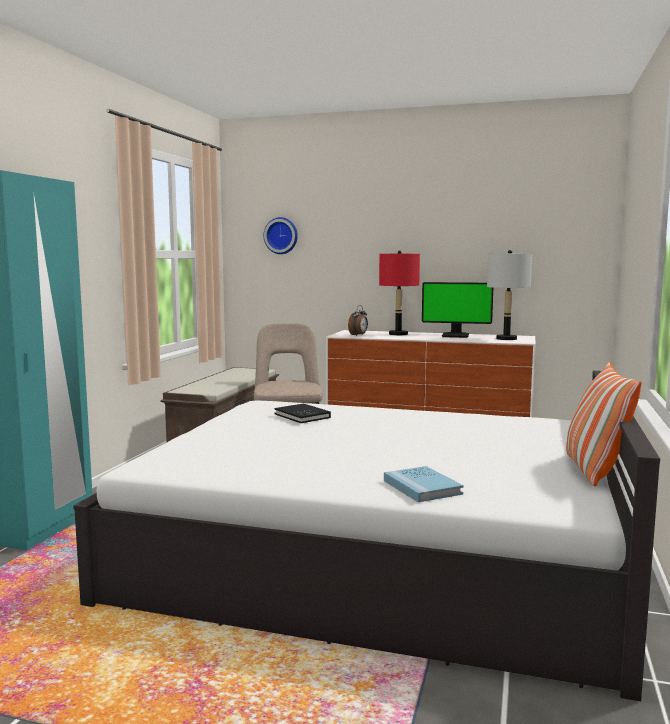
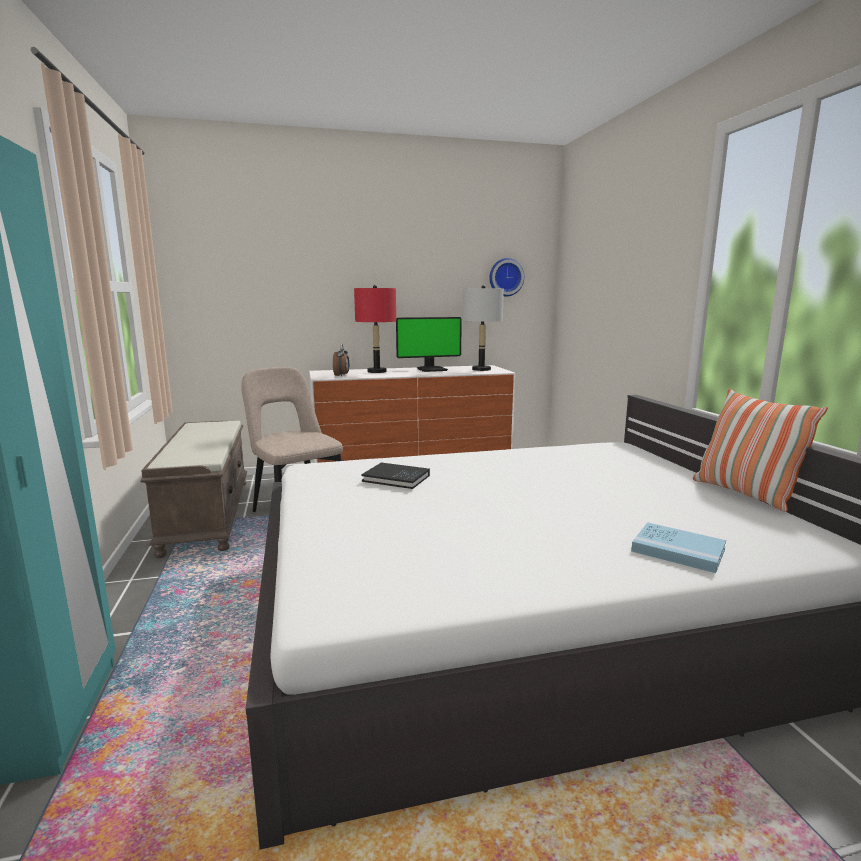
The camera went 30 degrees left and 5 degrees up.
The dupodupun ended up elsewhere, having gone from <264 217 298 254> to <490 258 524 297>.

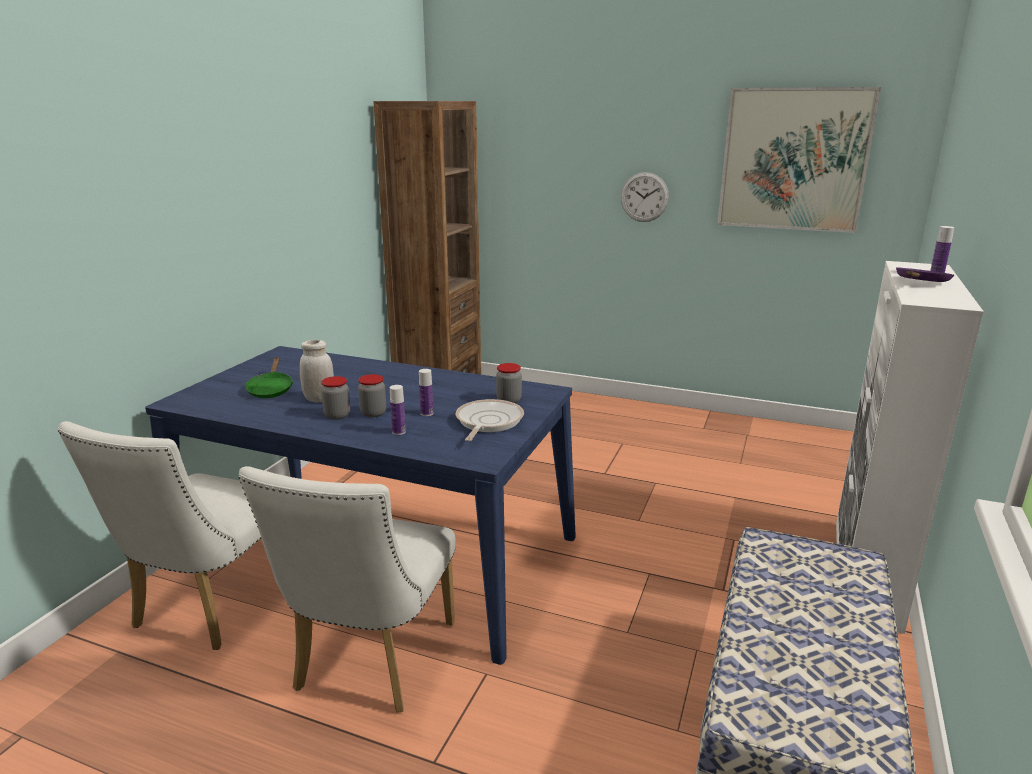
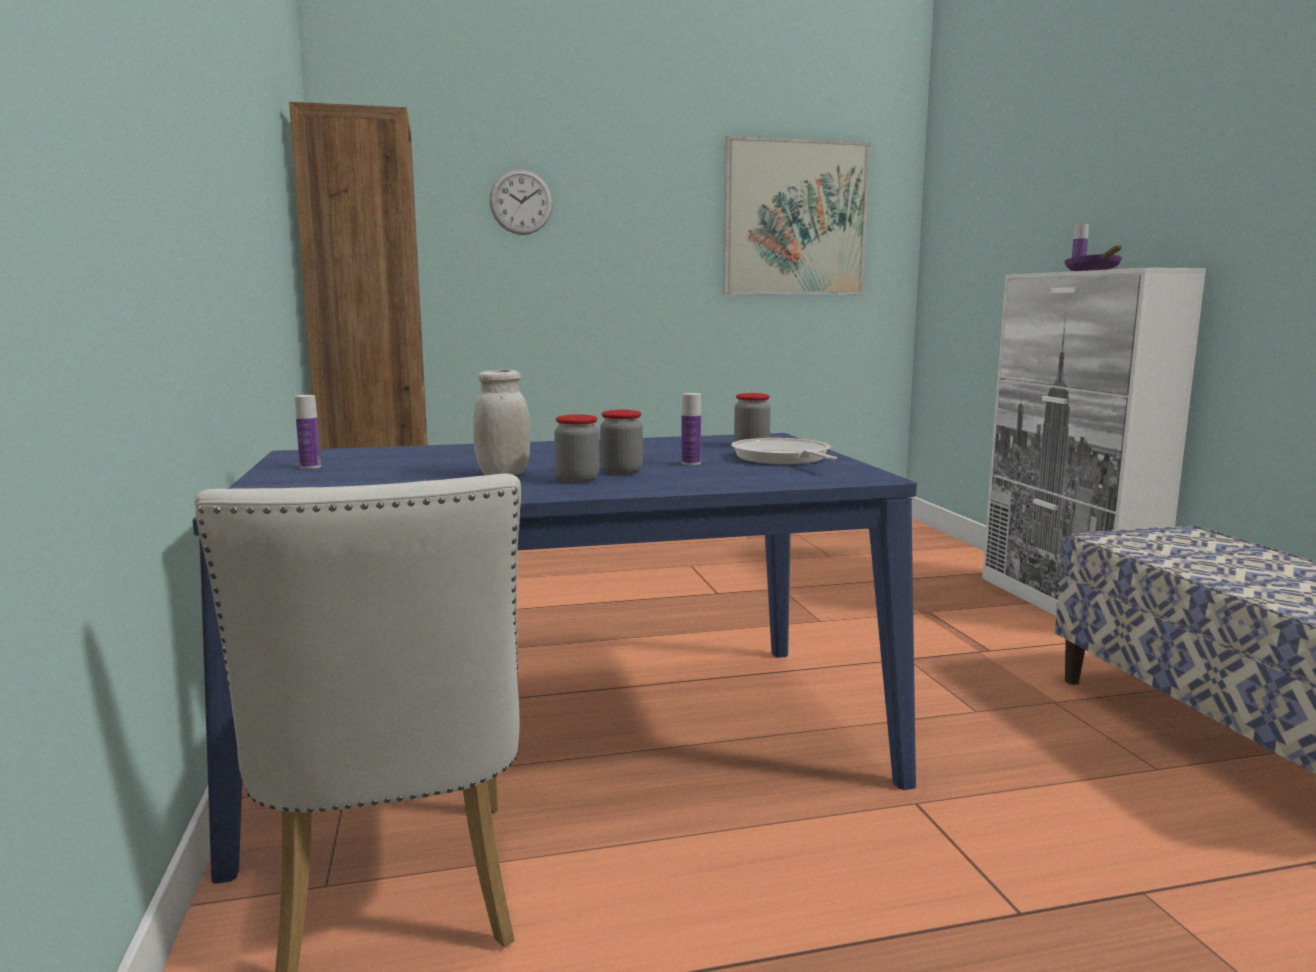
The camera went 35 degrees left and 10 degrees down.
The dupodupun ended up elsewhere, having gone from <621 172 669 222> to <489 169 553 235>.
The second view lost the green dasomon at <245 357 293 398>.
The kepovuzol ended up elsewhere, having gone from <390 385 406 435> to <295 395 321 469>.
The second view lost the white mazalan at <239 466 455 713>.

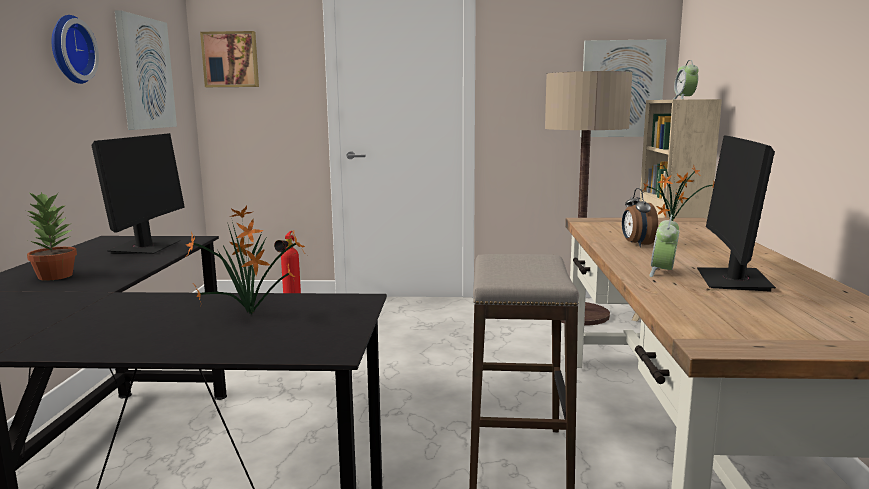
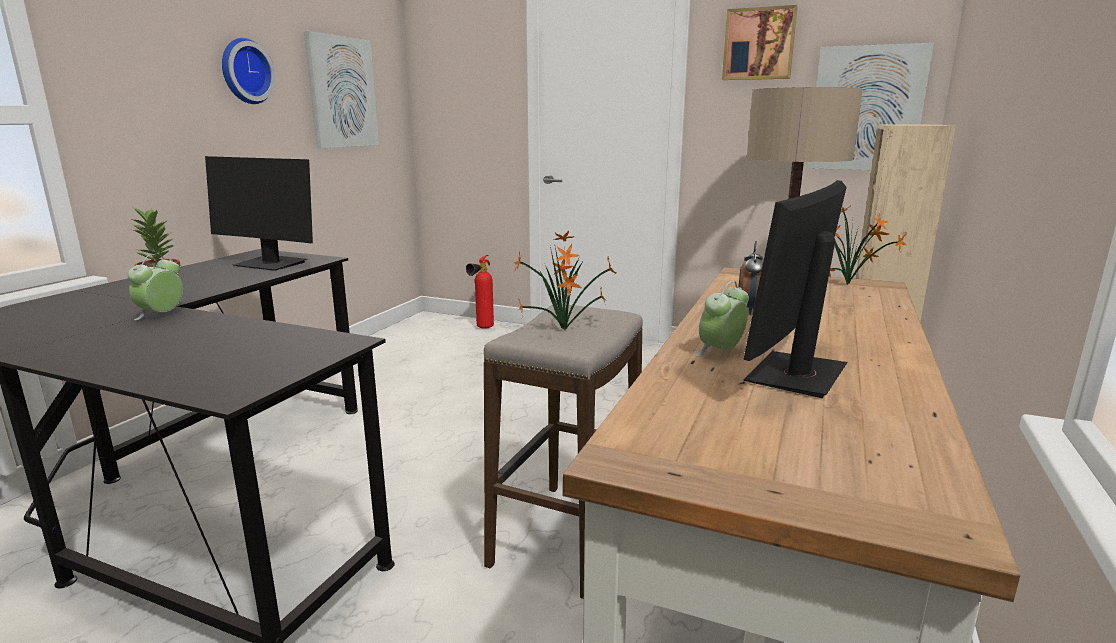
The camera went 20 degrees right and 5 degrees up.
The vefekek ended up elsewhere, having gone from <200 31 259 87> to <722 5 798 80>.
The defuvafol ended up elsewhere, having gone from <674 60 699 99> to <128 254 183 320>.
The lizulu at <91 133 185 254> ended up facing another way, 90 degrees clockwise from before.
The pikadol ended up elsewhere, having gone from <186 206 307 314> to <513 231 617 330>.

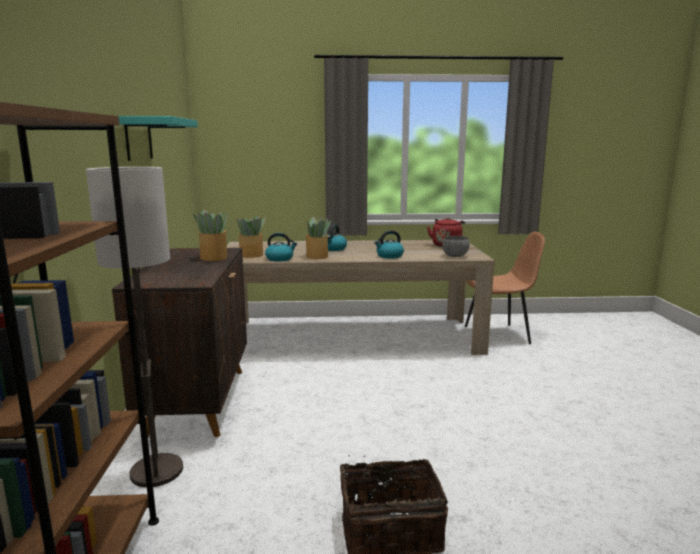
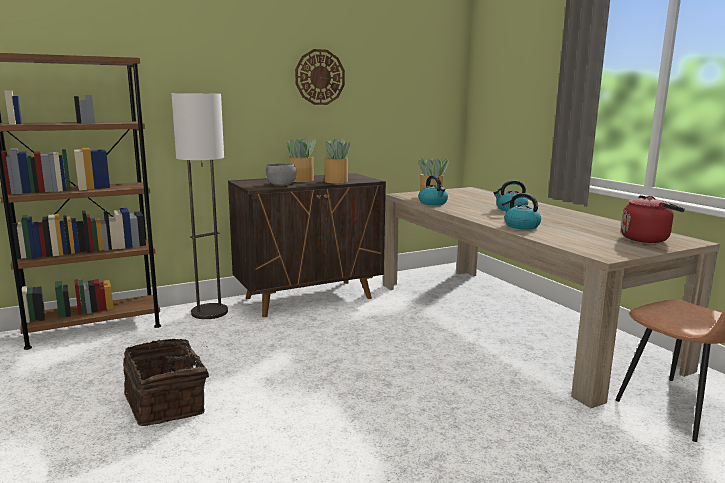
The camera went 65 degrees right and 0 degrees up.
Where the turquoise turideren hung at <119 116 198 161>, the dupodupun came to hang at <295 49 345 105>.
The pikadol ended up elsewhere, having gone from <306 217 331 259> to <287 138 316 182>.
The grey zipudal ended up elsewhere, having gone from <442 236 470 257> to <266 163 296 186>.

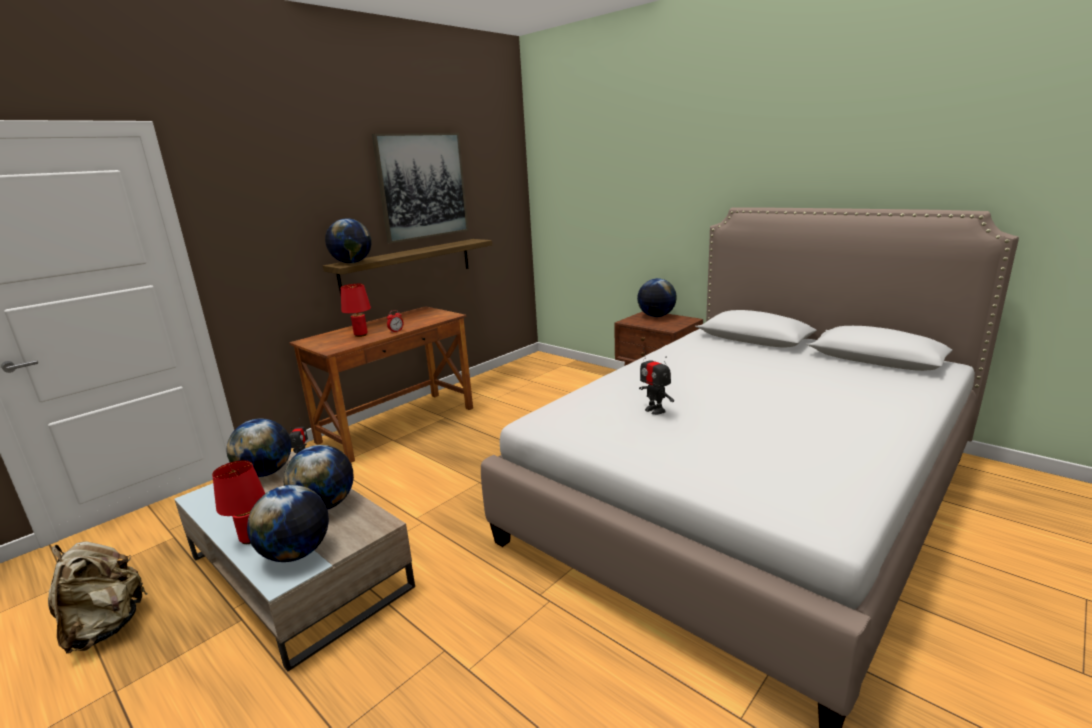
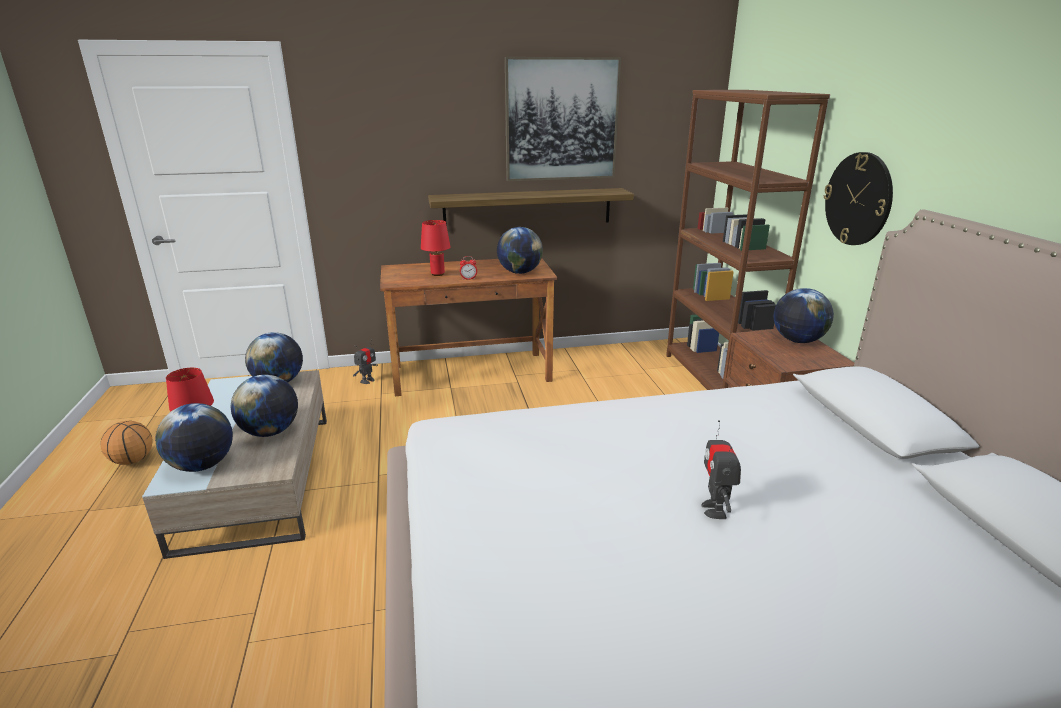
The camera went 35 degrees right and 5 degrees up.
The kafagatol ended up elsewhere, having gone from <325 219 372 263> to <497 227 543 274>.
The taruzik ended up elsewhere, having gone from <639 348 674 415> to <701 420 741 519>.
Where the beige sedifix stood at <48 542 148 654>, the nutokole came to stand at <100 421 153 465>.
The second view gained the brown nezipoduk at <666 90 830 390>.
The second view gained the dupodupun at <824 152 893 245>.

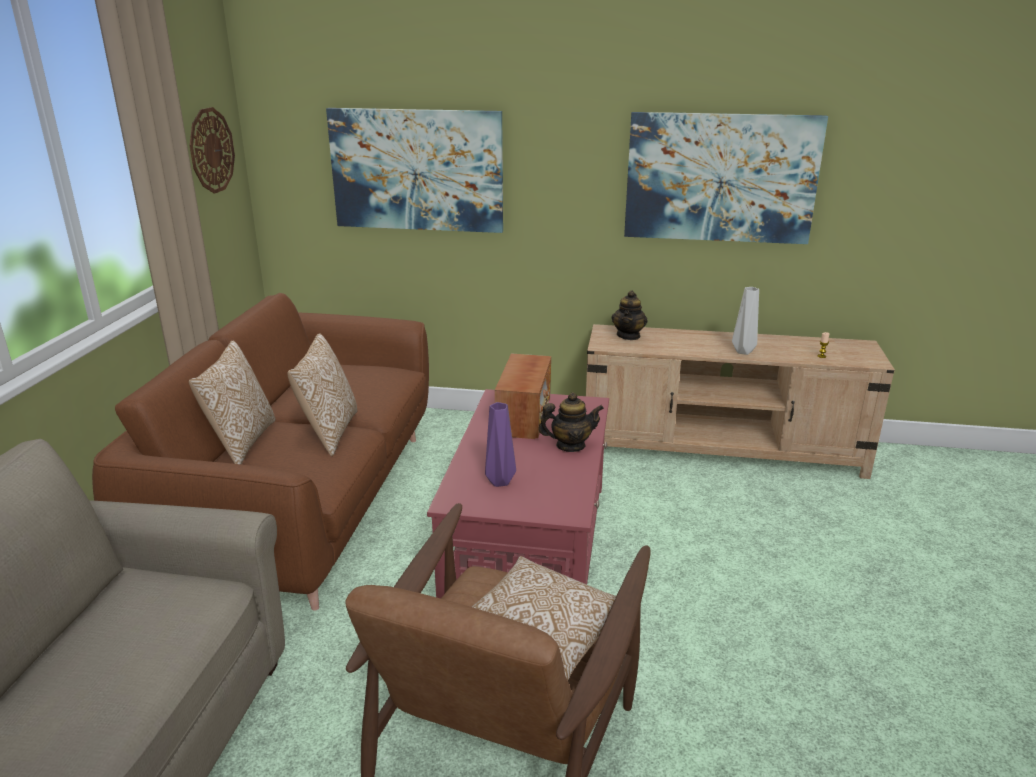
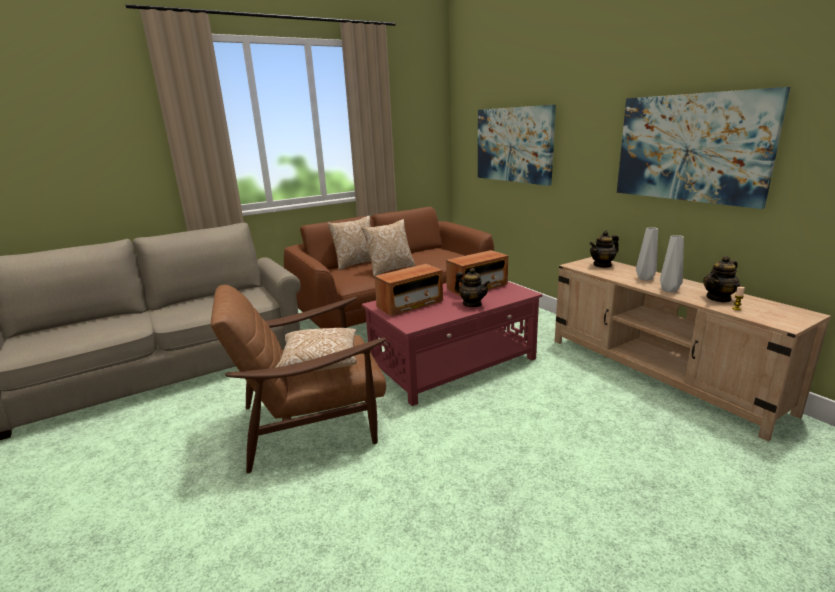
The camera went 50 degrees right and 5 degrees down.
The second view lost the dupodupun at <190 107 235 194>.
Where the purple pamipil stood at <485 402 516 487>, the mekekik came to stand at <374 264 443 316>.
The second view gained the grey pamipil at <636 227 658 281>.
The second view gained the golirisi at <703 256 740 303>.

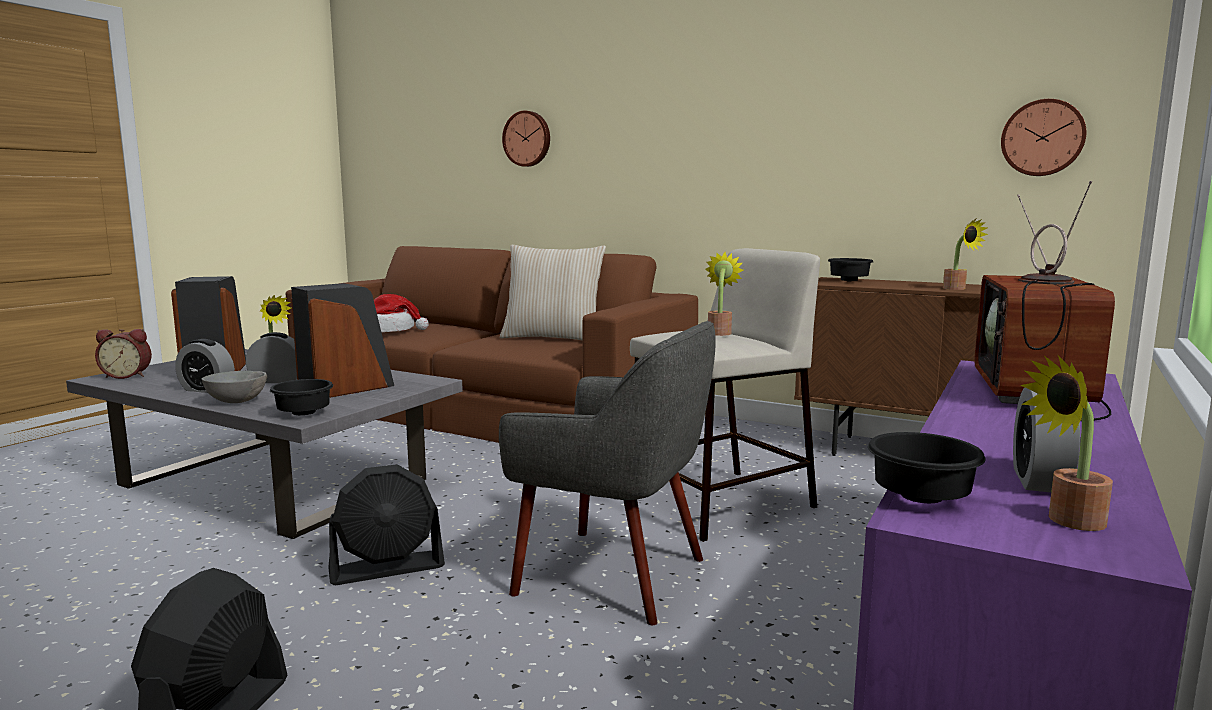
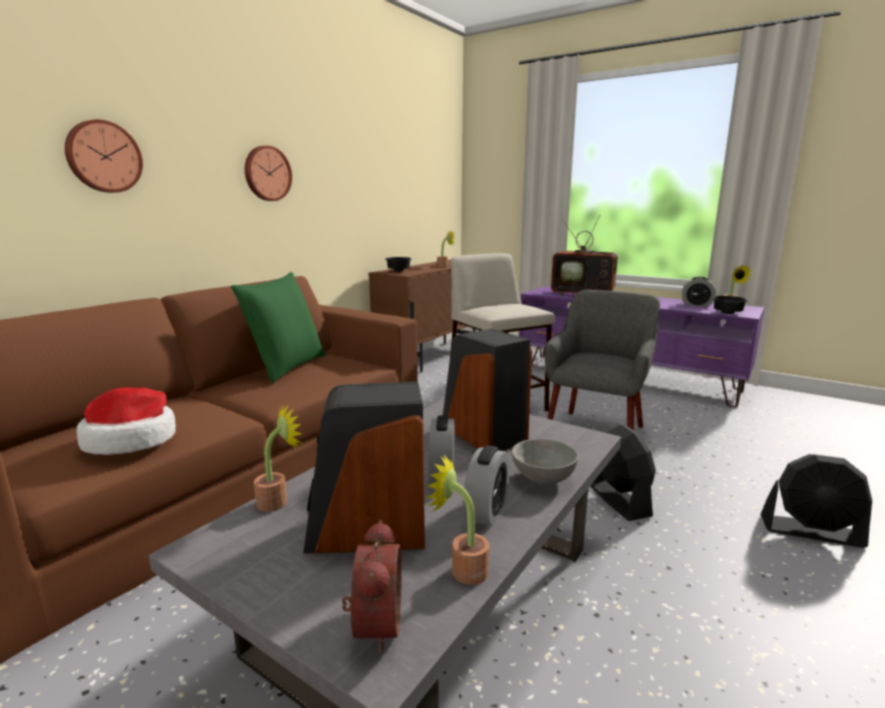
The camera went 85 degrees left and 5 degrees up.
The dupodupun ended up elsewhere, having gone from <1001 99 1086 176> to <245 145 292 201>.
What was the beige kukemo at <500 245 606 341> turned into the green kukemo at <231 272 326 383>.
The pikadol ended up elsewhere, having gone from <705 252 744 336> to <426 454 489 585>.
The second view lost the black zipudal at <270 379 333 415>.

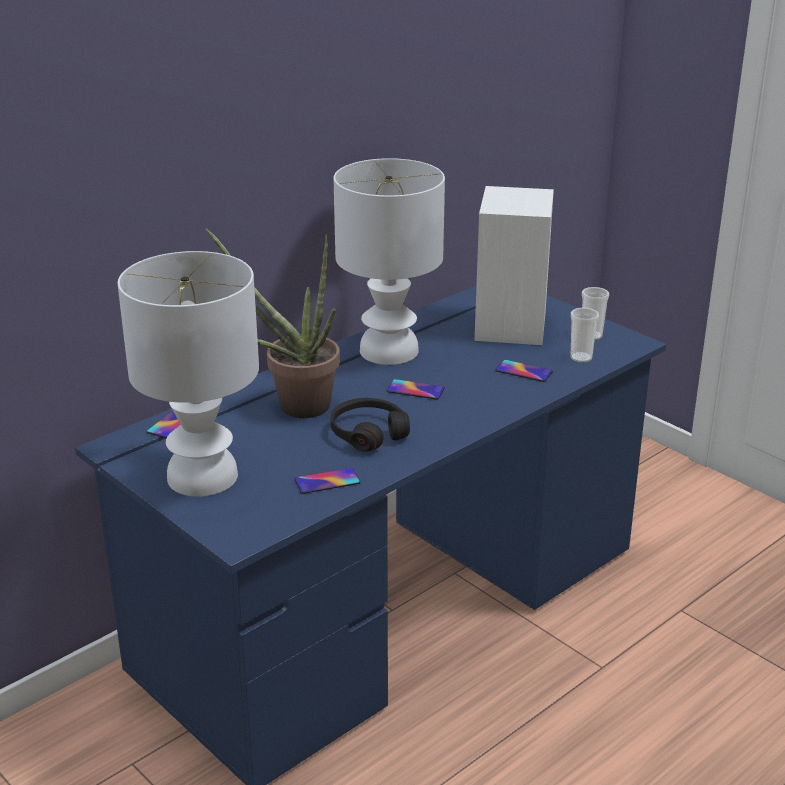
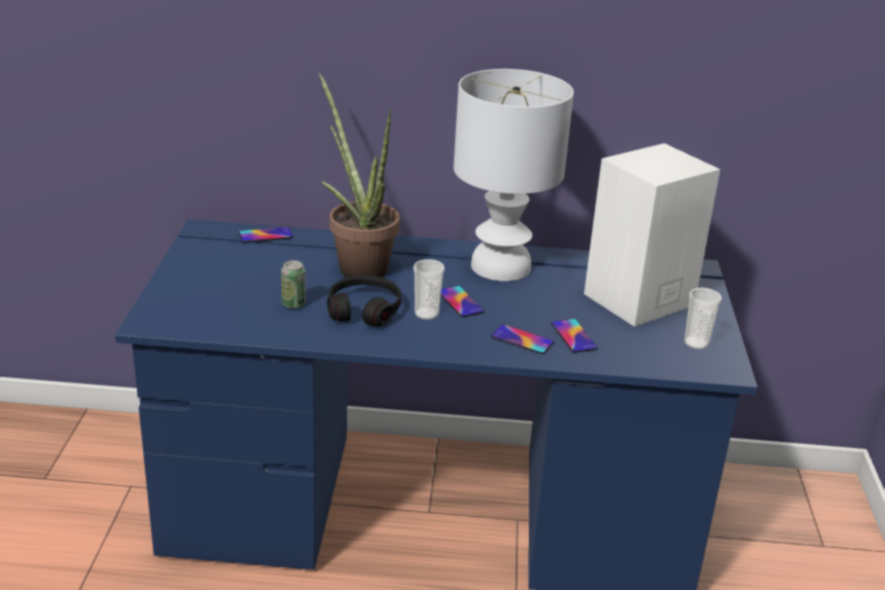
The camera went 45 degrees right and 0 degrees up.
The second view lost the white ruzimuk at <118 251 259 497>.
The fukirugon ended up elsewhere, having gone from <571 308 599 363> to <413 259 445 320>.
The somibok ended up elsewhere, having gone from <294 468 360 494> to <491 324 554 354>.
The second view gained the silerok at <281 260 306 309>.

